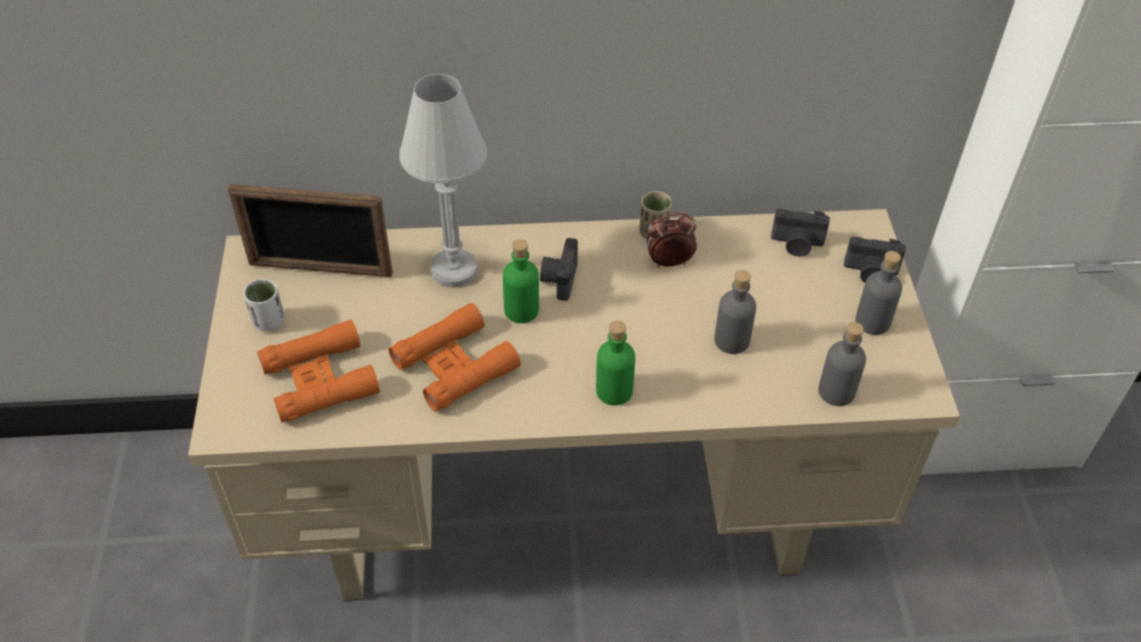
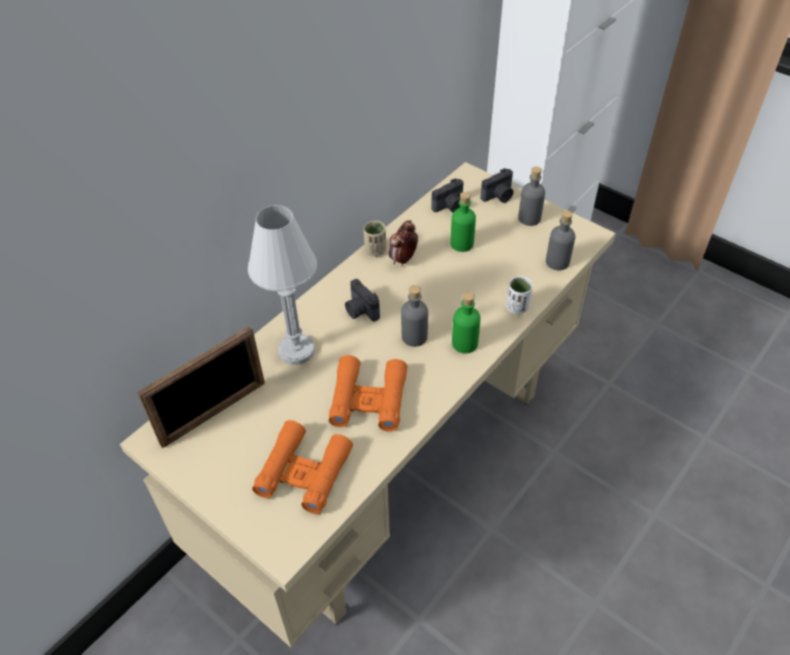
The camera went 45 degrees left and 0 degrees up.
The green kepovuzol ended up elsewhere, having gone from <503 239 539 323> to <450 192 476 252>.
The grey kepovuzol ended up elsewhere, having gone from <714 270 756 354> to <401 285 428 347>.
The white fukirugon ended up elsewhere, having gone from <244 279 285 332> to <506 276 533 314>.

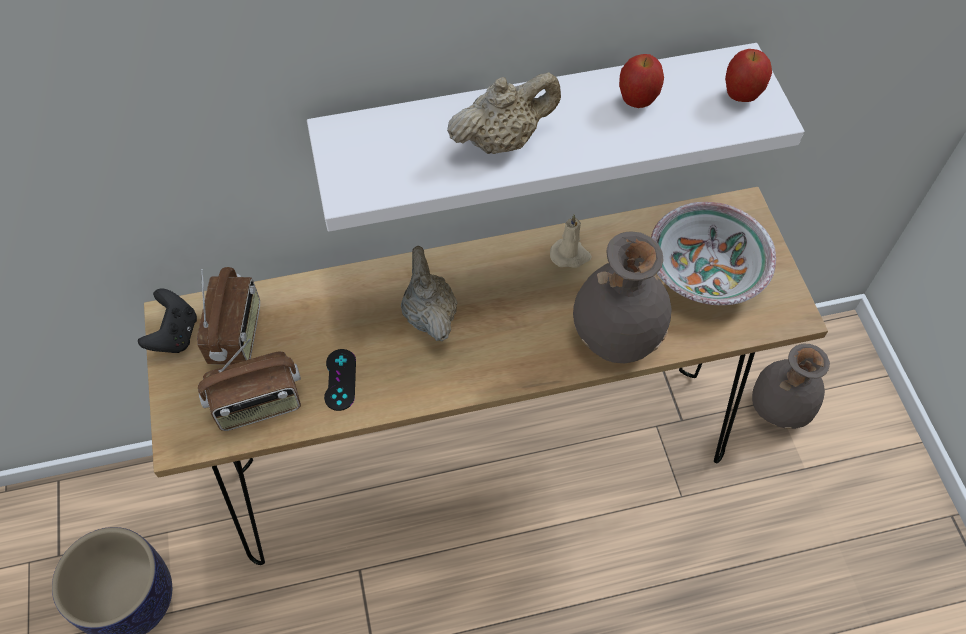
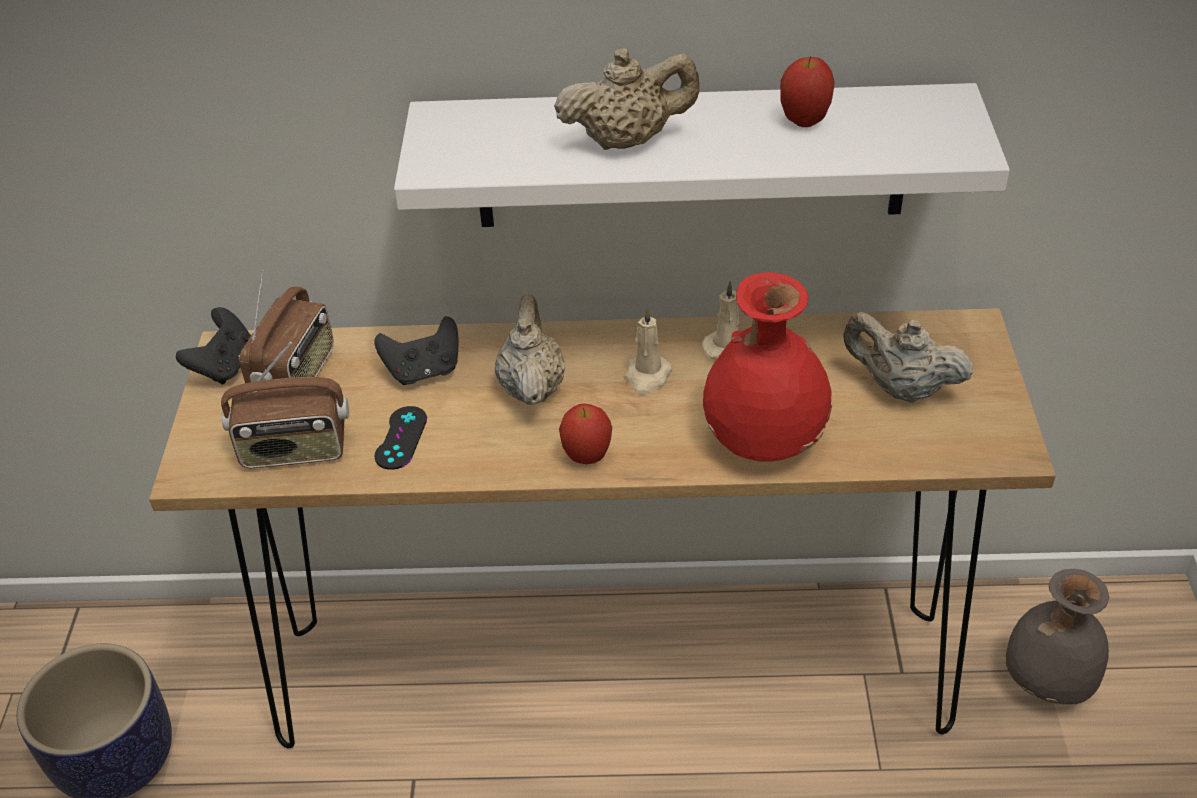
The camera went 15 degrees right and 15 degrees down.
The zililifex ended up elsewhere, having gone from <725 49 772 102> to <559 403 612 464>.
Where the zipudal stood at <651 202 776 305>, the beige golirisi came to stand at <843 312 973 403>.
What was the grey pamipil at <573 231 672 363> turned into the red pamipil at <703 272 832 462>.
The second view gained the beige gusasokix at <626 307 673 395>.
The second view gained the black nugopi at <374 316 459 385>.

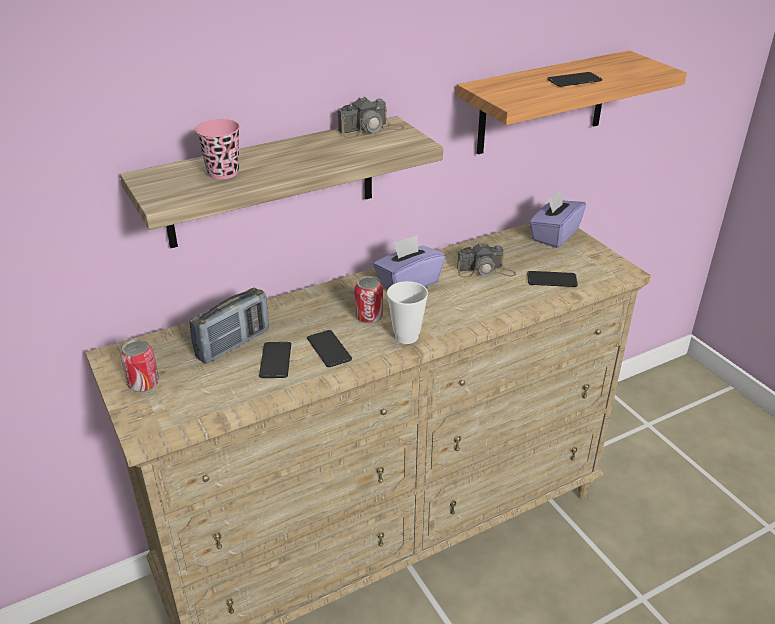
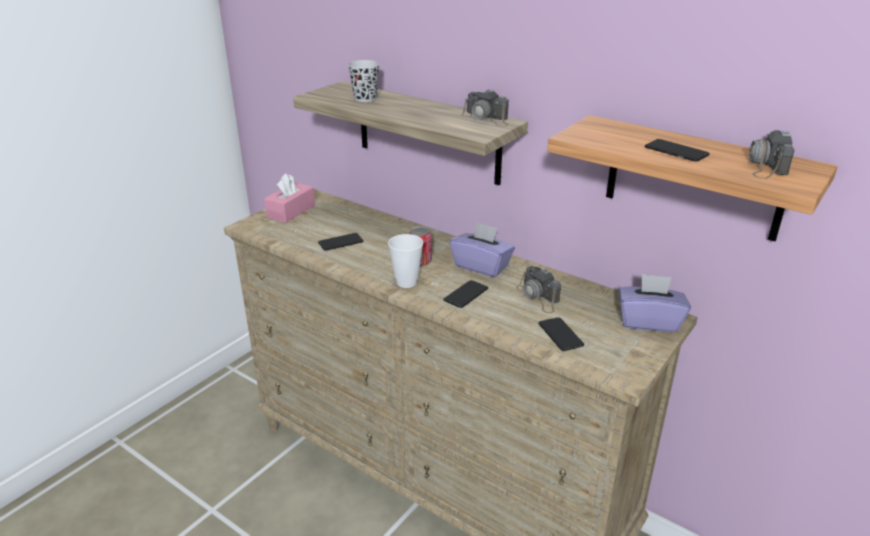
The camera went 65 degrees right and 5 degrees down.
What was the pink fukirugon at <195 119 240 179> turned into the black fukirugon at <348 60 379 102>.
The second view lost the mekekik at <189 288 269 364>.
The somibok ended up elsewhere, having gone from <307 330 352 367> to <443 280 488 308>.
Where the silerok stood at <120 339 159 392>, the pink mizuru came to stand at <264 173 315 223>.
The second view gained the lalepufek at <749 130 794 179>.

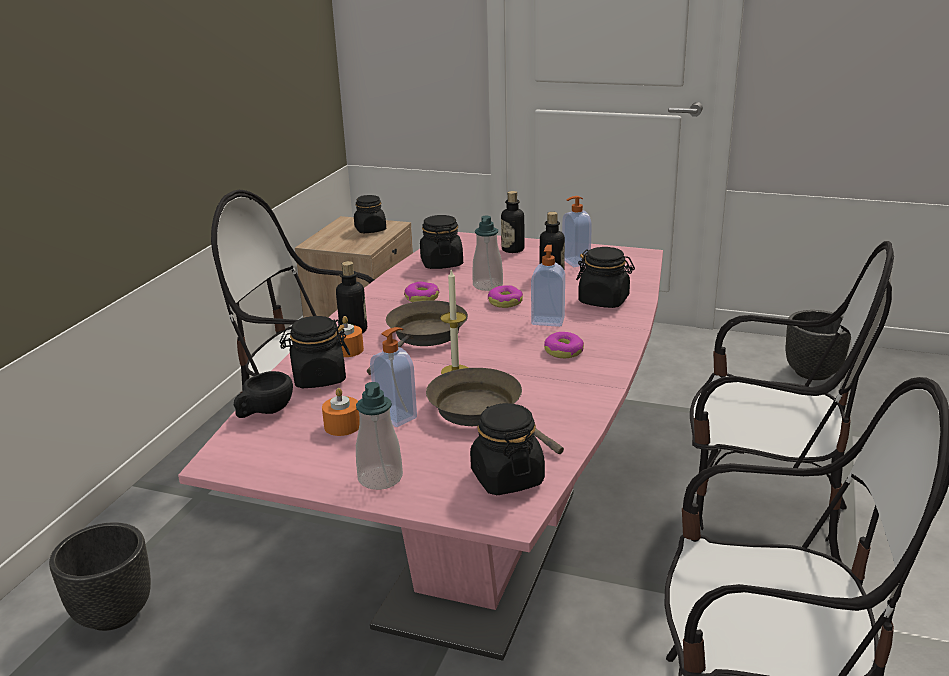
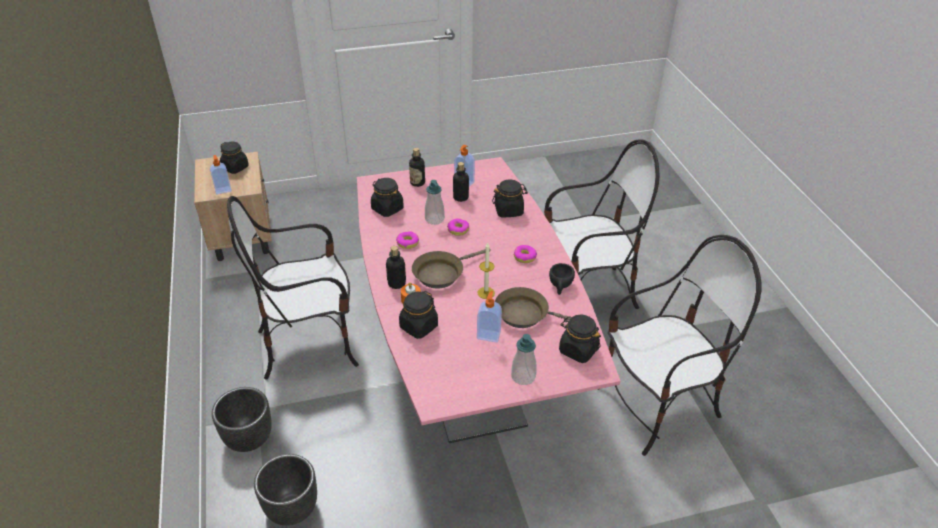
The camera went 35 degrees left and 15 degrees up.
The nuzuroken ended up elsewhere, having gone from <531 245 565 327> to <210 155 232 194>.
The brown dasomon at <367 300 468 375> ended up facing another way, 120 degrees counterclockwise from before.
The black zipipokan ended up elsewhere, having gone from <786 310 851 380> to <212 387 272 452>.
The black fukirugon ended up elsewhere, having gone from <234 371 293 418> to <549 263 575 295>.
The second view lost the orange gusasokix at <322 388 359 436>.

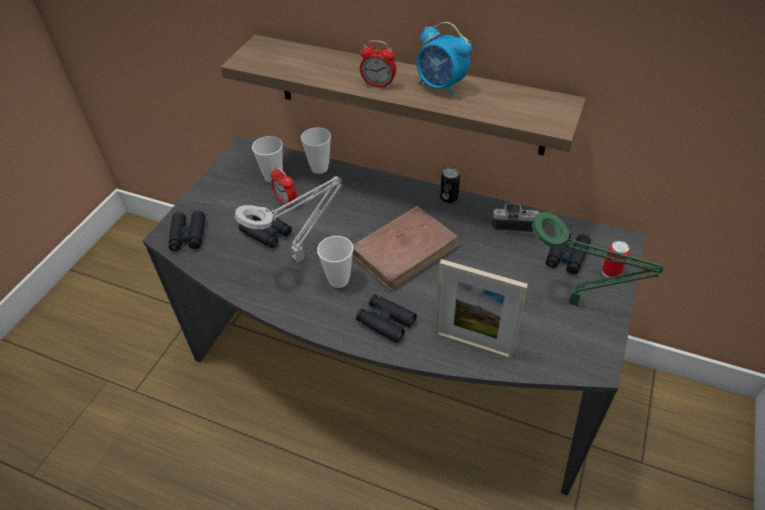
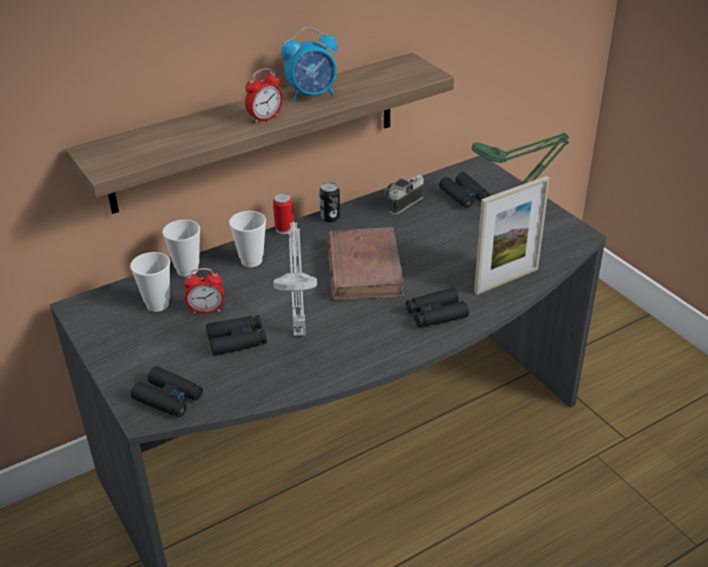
The camera went 55 degrees left and 10 degrees down.
The fukirugon ended up elsewhere, having gone from <317 236 353 288> to <229 211 266 267>.
The silerok ended up elsewhere, having gone from <602 241 630 277> to <273 193 293 234>.

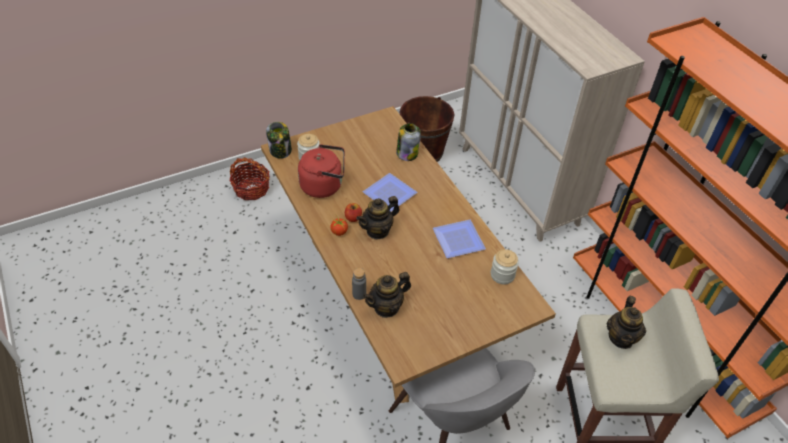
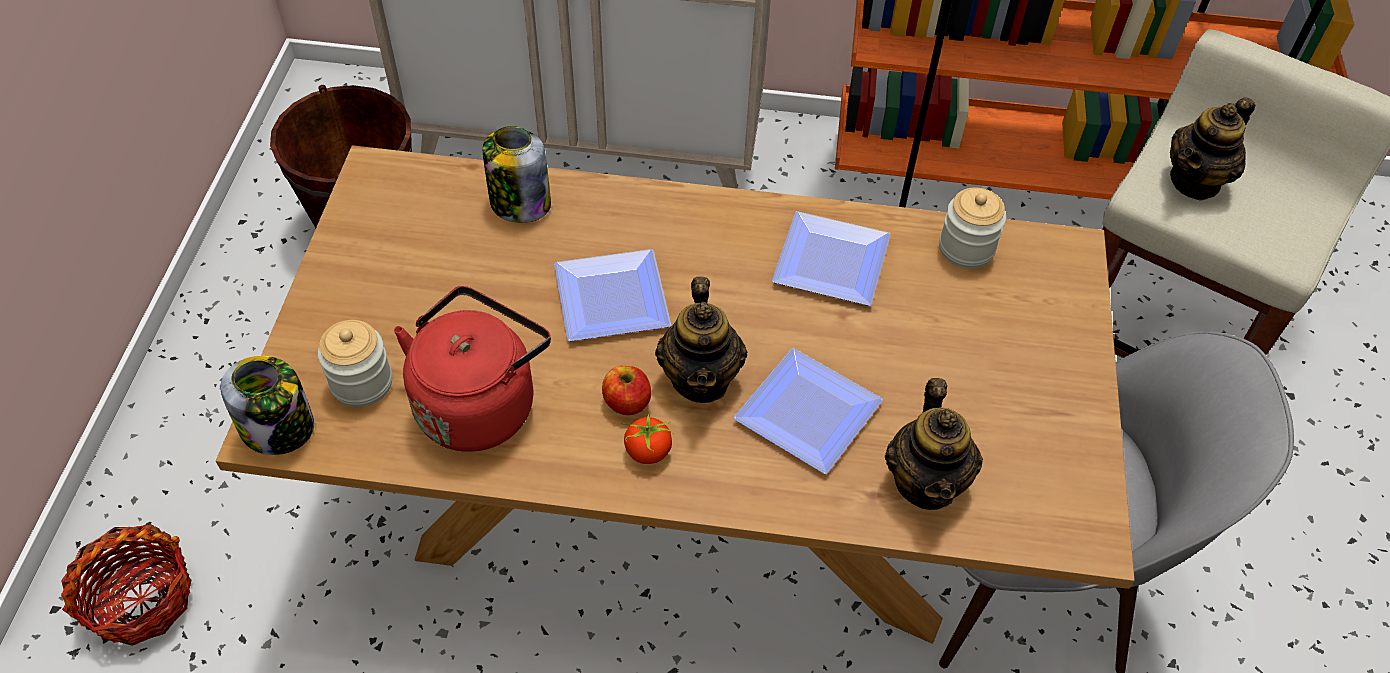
The camera went 55 degrees left and 5 degrees up.
The second view lost the grey kepovuzol at <352 268 366 300>.
The golirisi at <607 296 646 349> ended up facing another way, 90 degrees clockwise from before.
The second view gained the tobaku at <734 348 883 474>.

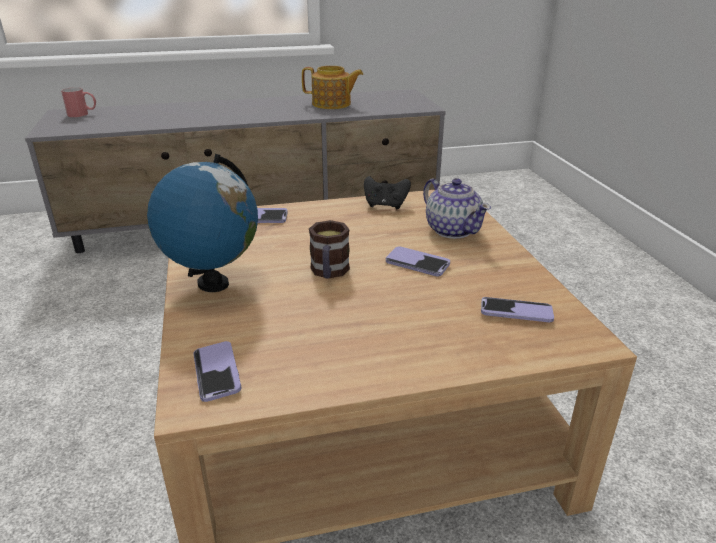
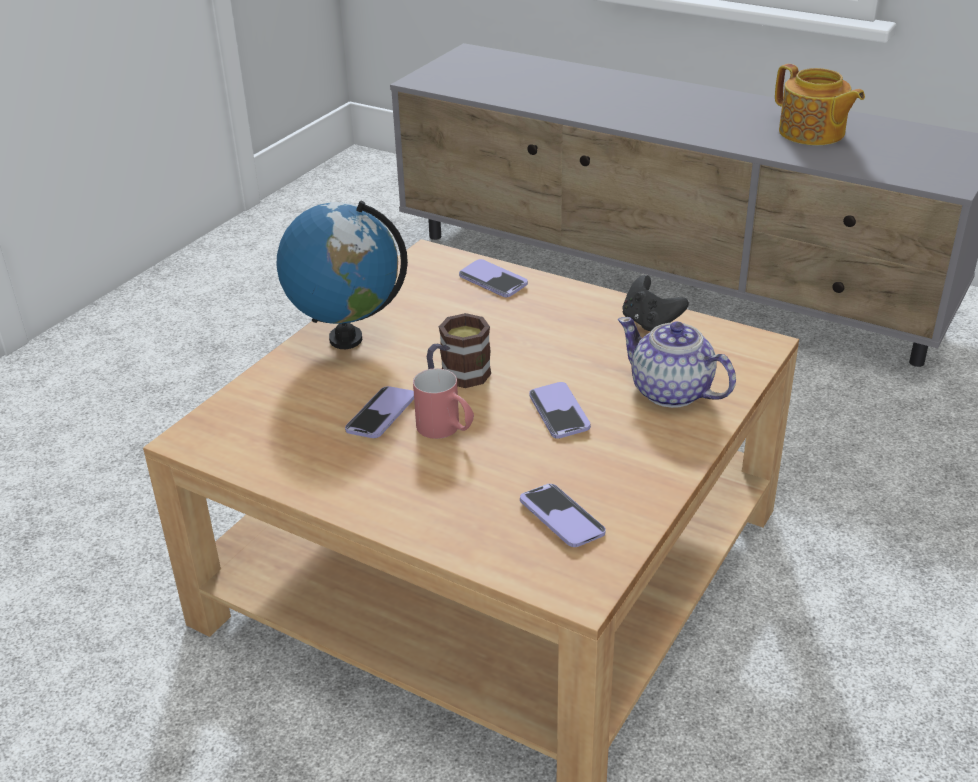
The camera went 45 degrees right and 5 degrees up.
The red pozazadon ended up elsewhere, having gone from <61 87 96 117> to <413 368 474 439>.
The golirisi at <423 178 491 239> ended up facing another way, 120 degrees clockwise from before.
The somibok ended up elsewhere, having gone from <193 341 242 402> to <345 386 414 438>.

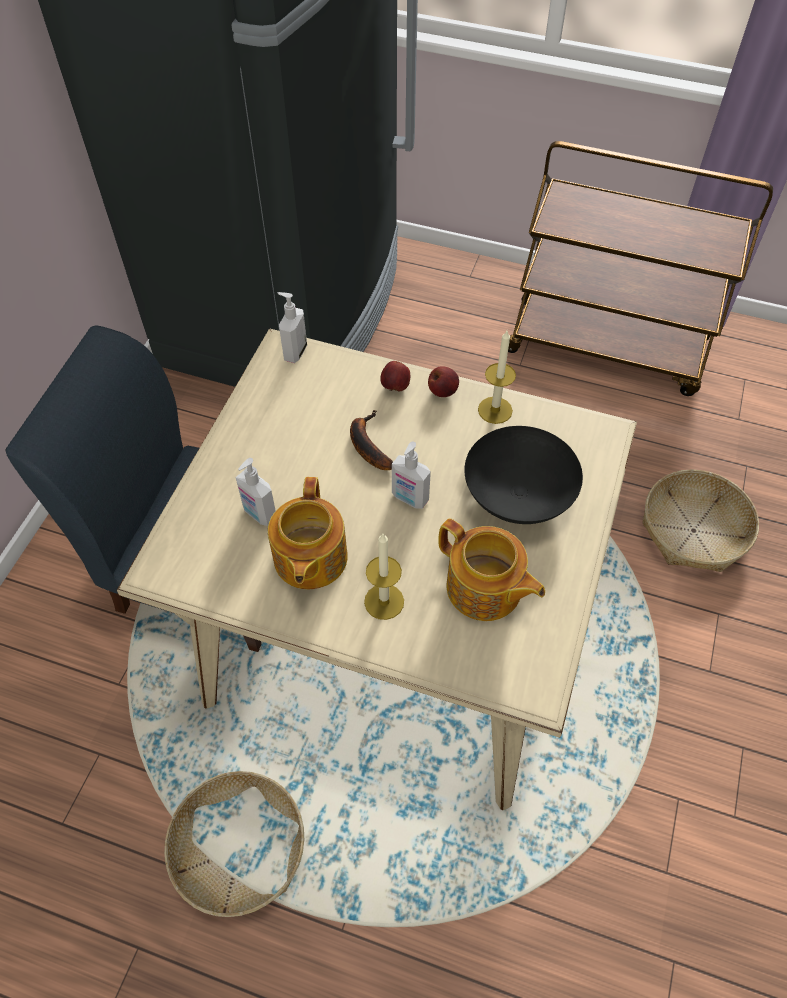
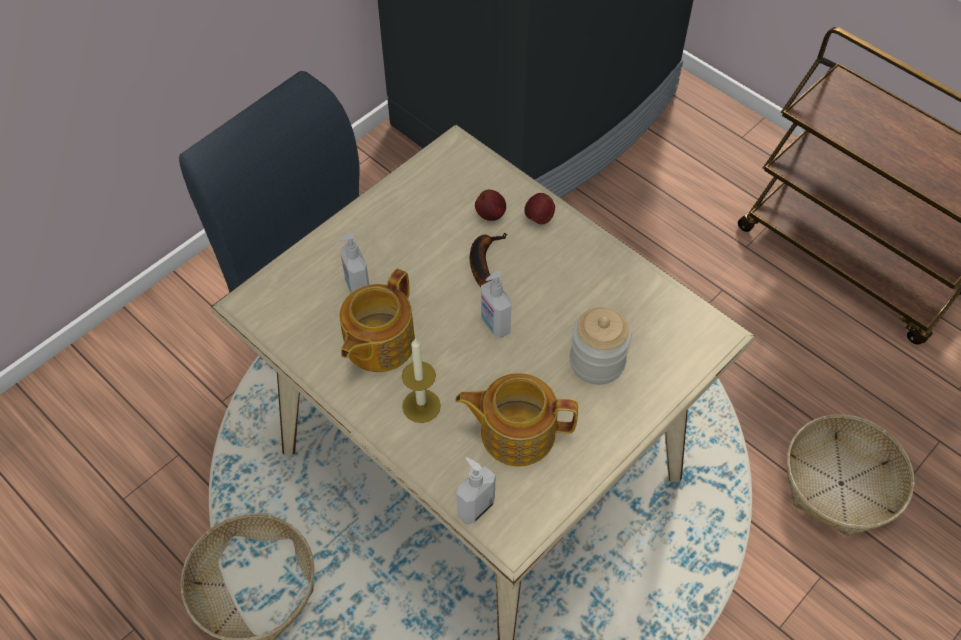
The camera went 25 degrees right and 0 degrees up.
The nuzuroken ended up elsewhere, having gone from <278 292 307 363> to <456 457 496 525>.
The second view lost the gusasokix at <478 331 516 424>.
The zililifex ended up elsewhere, having gone from <428 366 459 397> to <475 190 506 221>.
Where the black zipudal stood at <464 426 583 524>, the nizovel came to stand at <570 307 631 385>.
The golirisi at <438 518 545 621> ended up facing another way, 120 degrees clockwise from before.

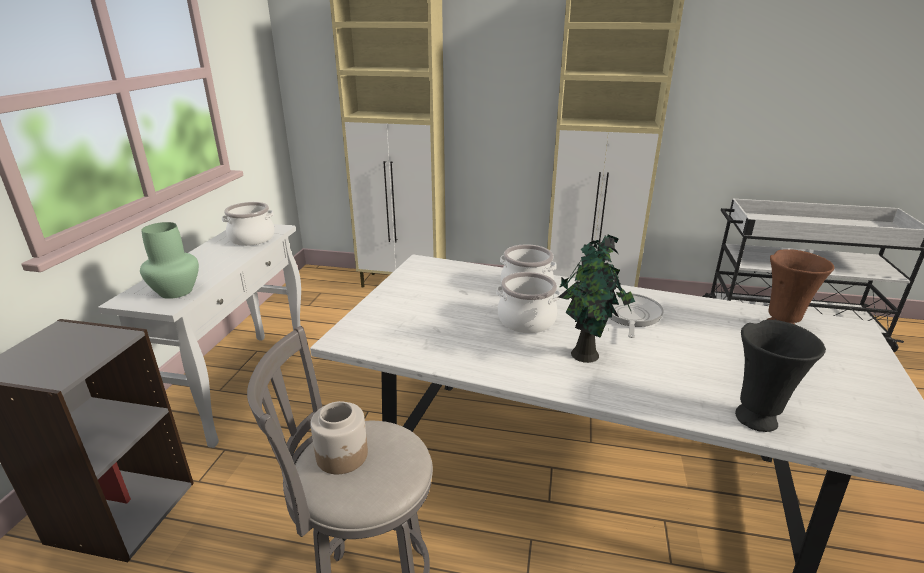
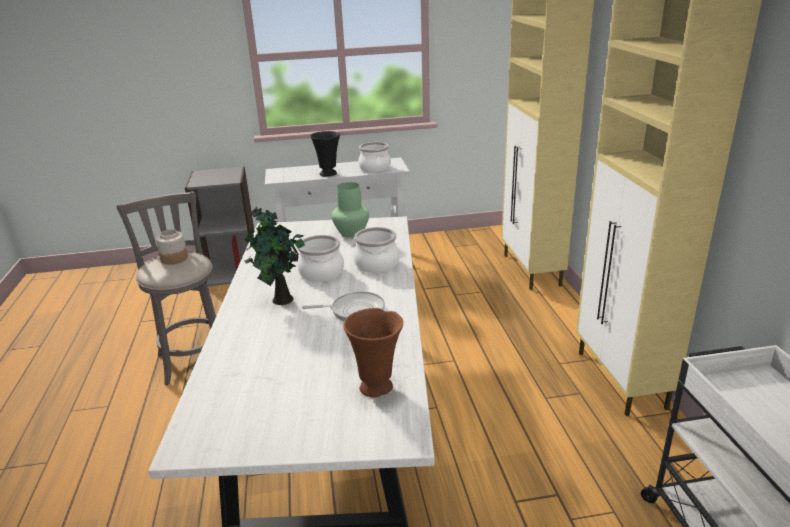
The camera went 70 degrees right and 0 degrees up.
The green pamipil ended up elsewhere, having gone from <140 222 199 299> to <331 182 369 238>.
The black pamipil ended up elsewhere, having gone from <735 320 826 432> to <310 131 340 176>.

